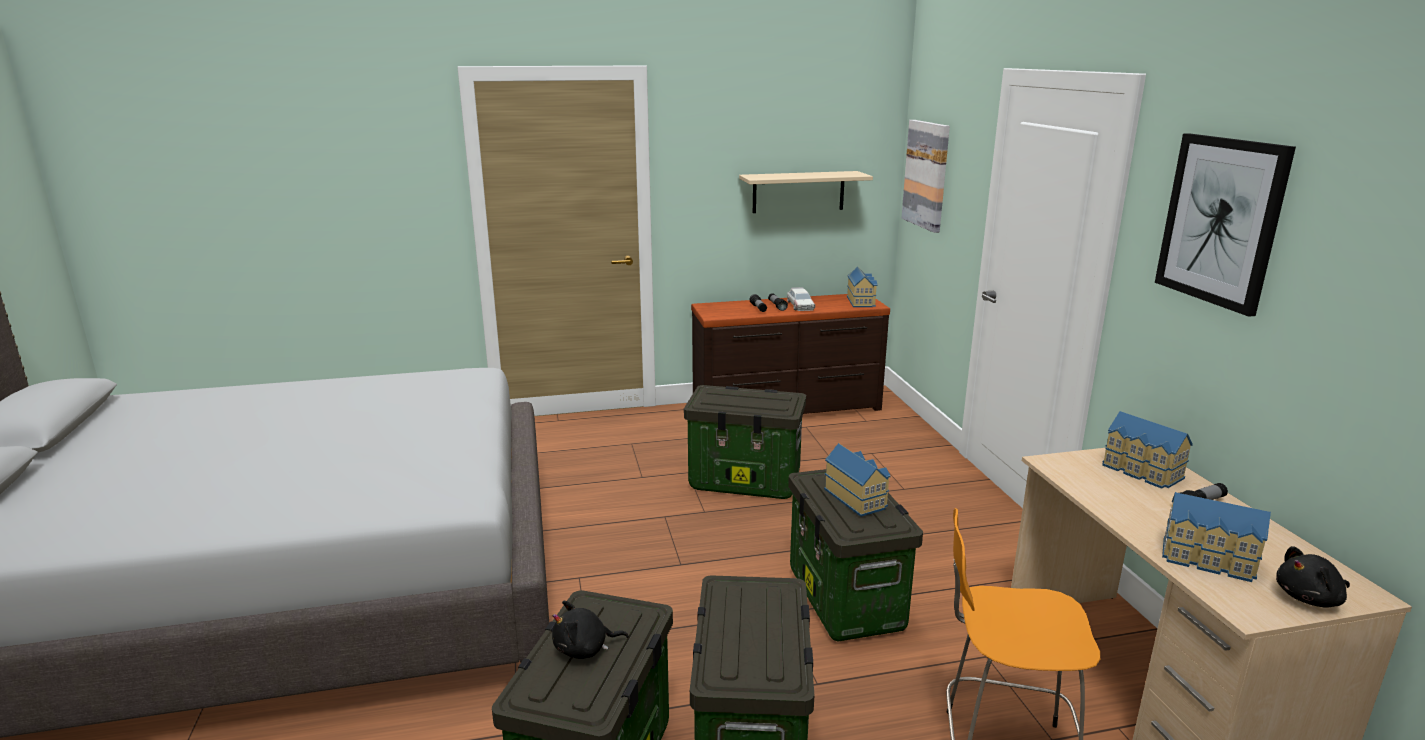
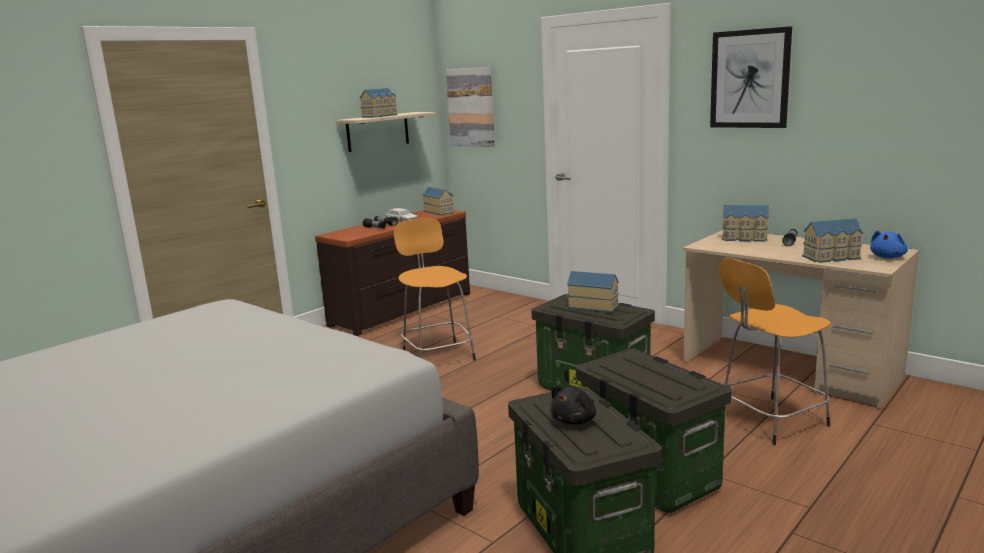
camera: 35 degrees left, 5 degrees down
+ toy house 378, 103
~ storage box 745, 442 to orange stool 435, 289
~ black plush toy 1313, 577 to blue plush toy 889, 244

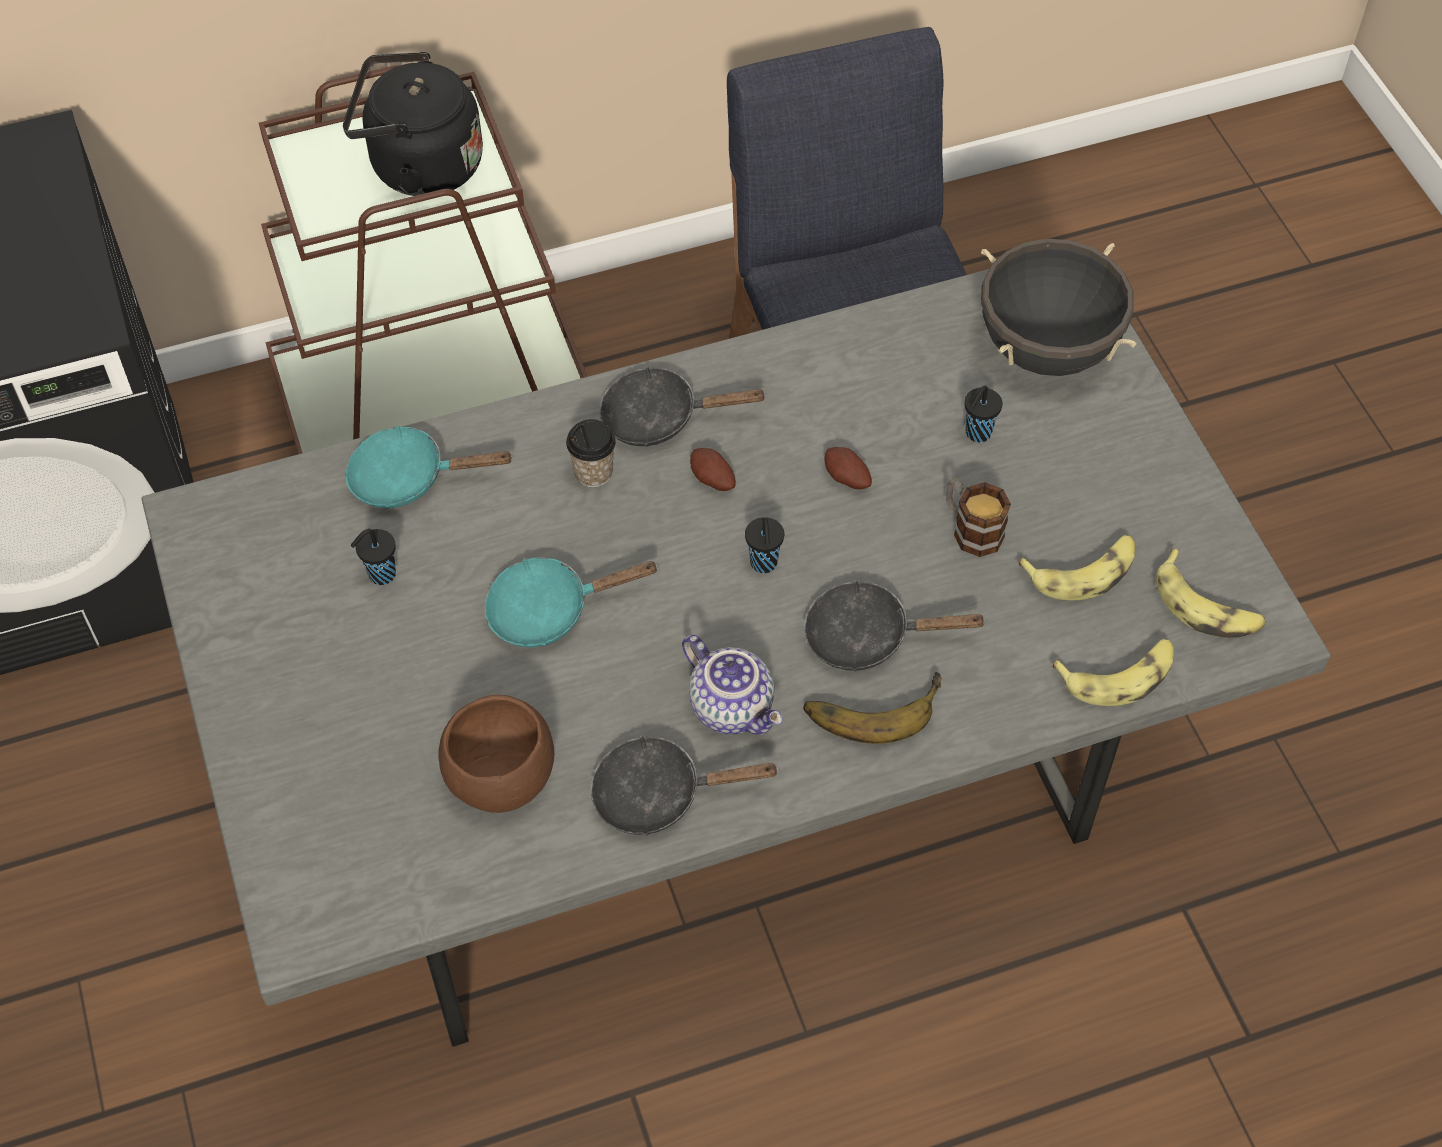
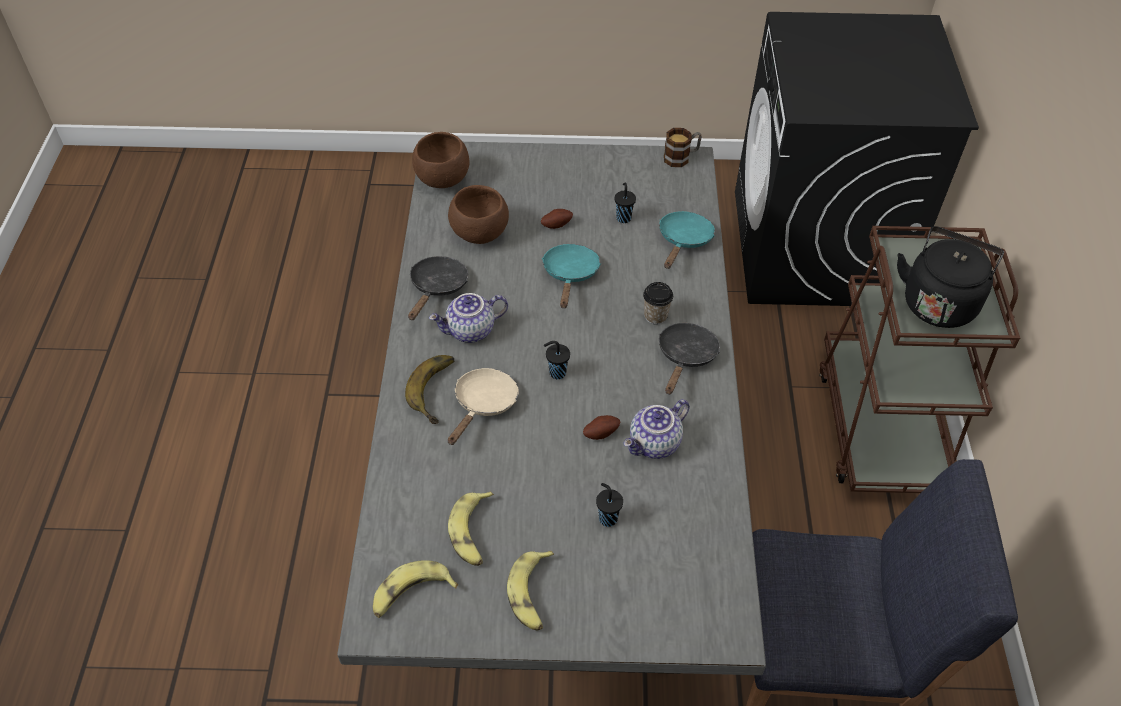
camera: 110 degrees right, 5 degrees down
+ brown bowl 441, 160
~ black frying pan 895, 625 to beige frying pan 483, 406
~ banana 1113, 672 to 530, 590
~ potato 713, 469 to 557, 219
+ teapot 656, 429
~ mug 978, 517 to 683, 147
- black cooking pot 1059, 307

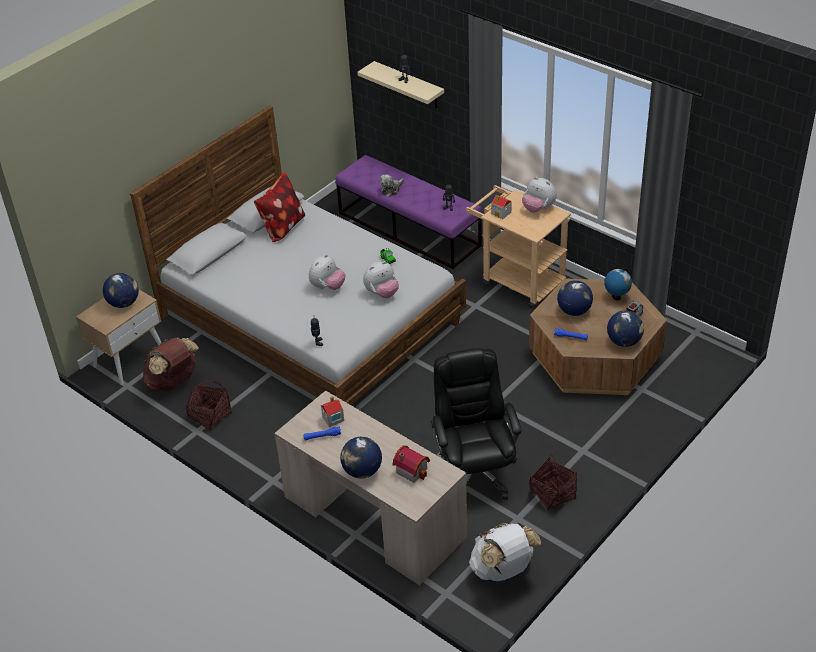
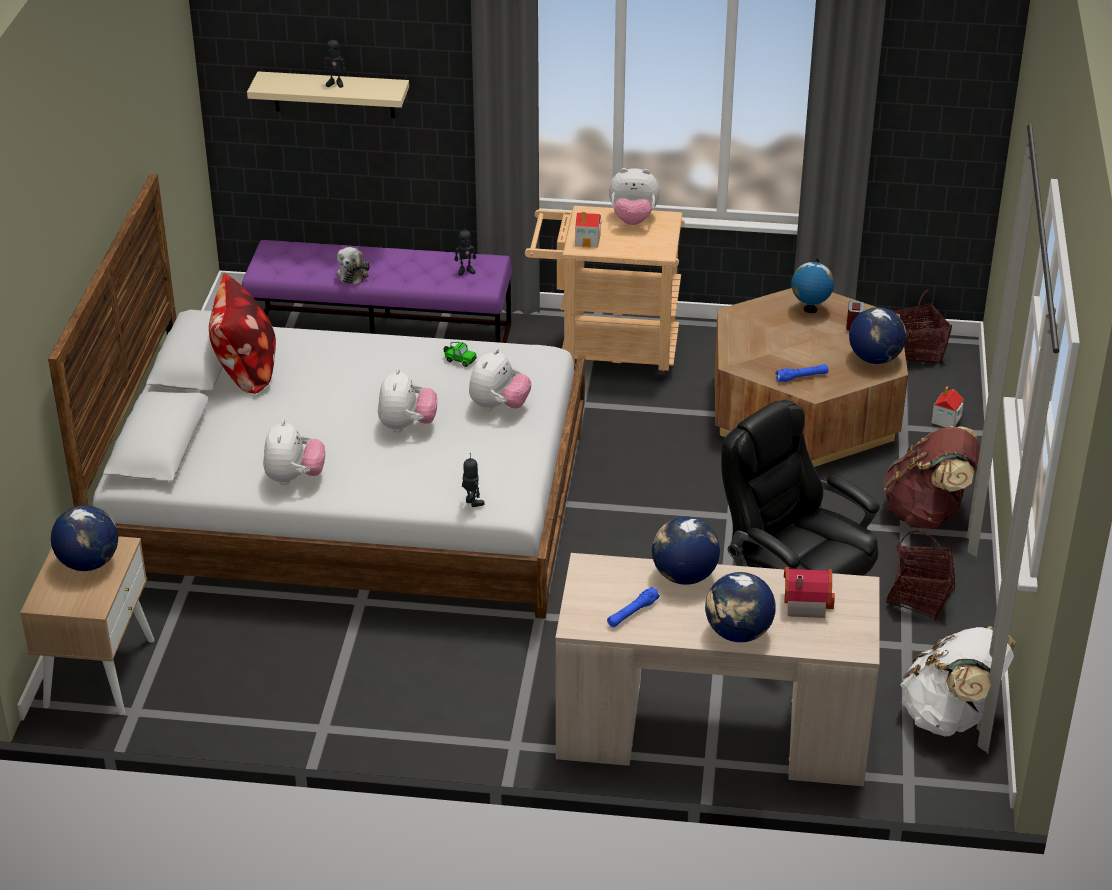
camera: 35 degrees left, 5 degrees down
+ plush toy 294, 452
~ globe 575, 298 to 686, 551
~ brown backpack 170, 364 to 932, 477
~ basket 209, 406 to 921, 327
~ toy house 332, 411 to 947, 407

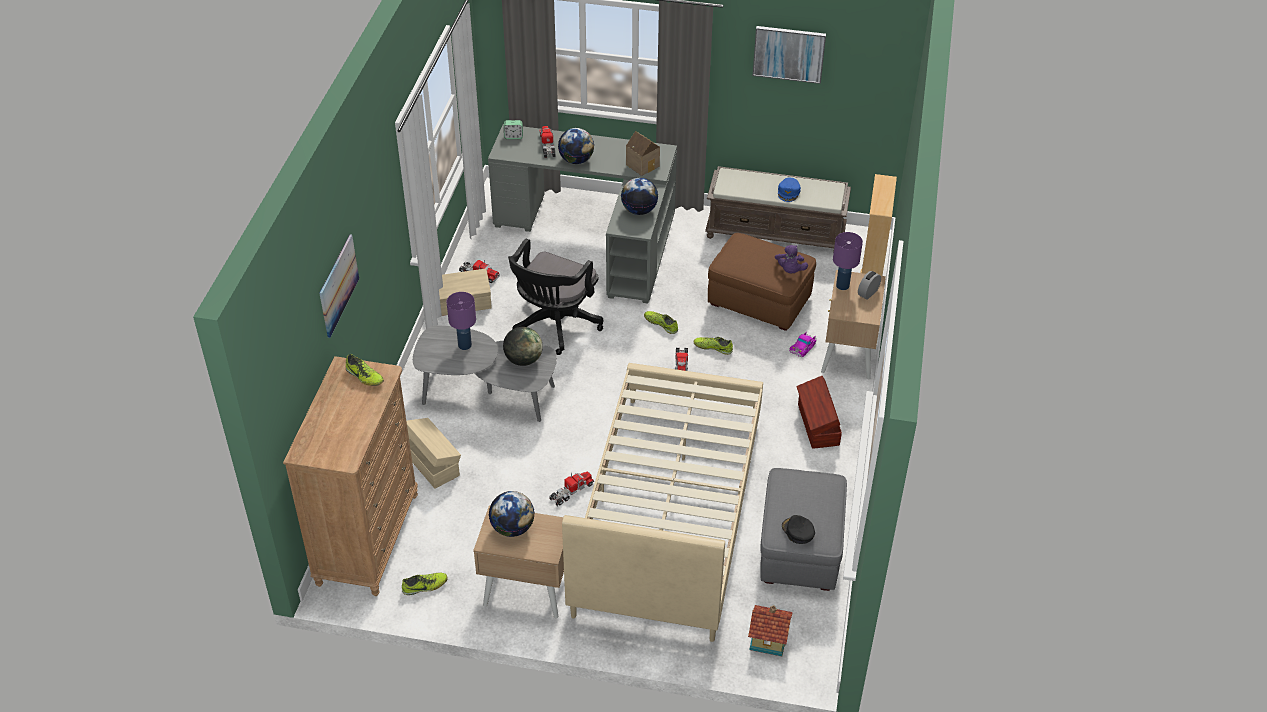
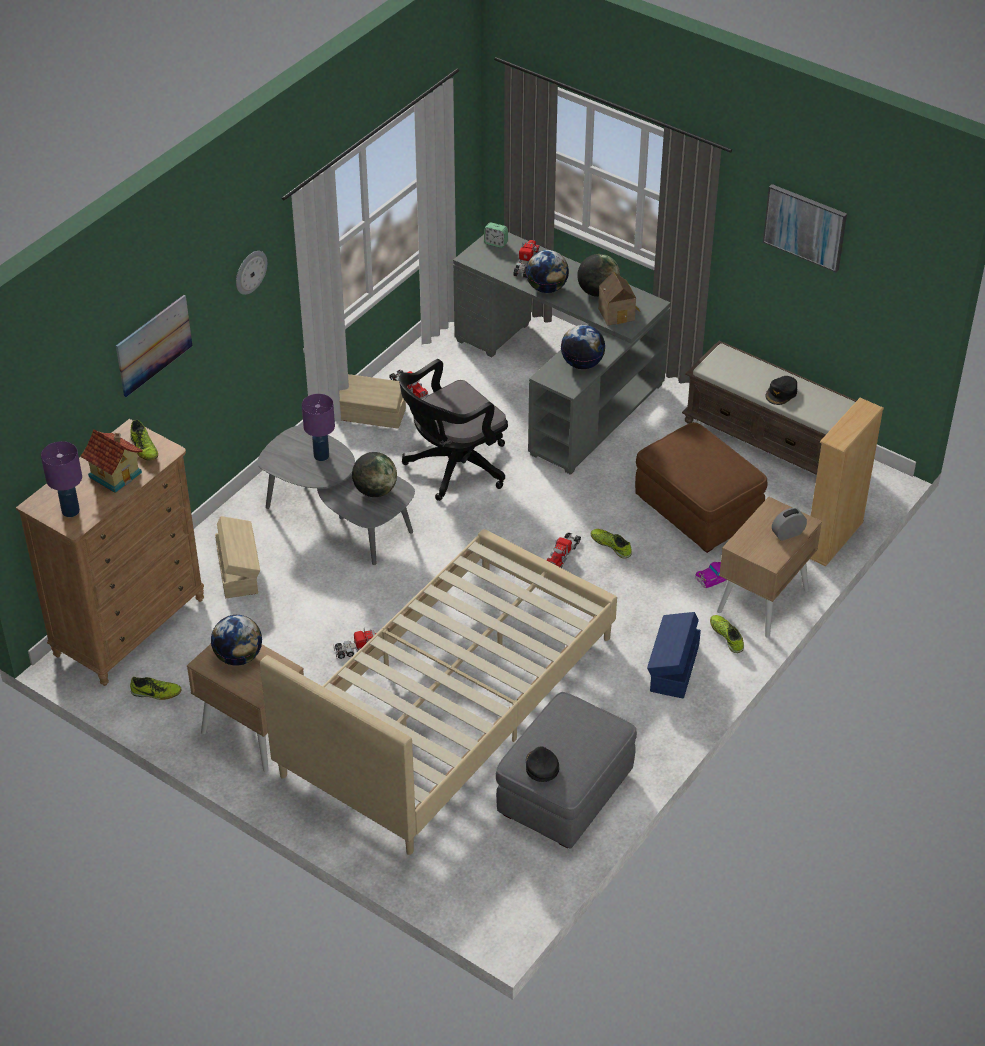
camera: 25 degrees right, 0 degrees up
~ purple table lamp 848, 261 to 61, 479
~ toy house 770, 630 to 111, 461
+ wall clock 251, 273
+ globe 598, 275
~ brown storage box 819, 412 to blue storage box 674, 655
~ shoe 661, 322 to 727, 634
~ blue cap 789, 190 to black cap 781, 390
- purple plush toy 791, 259

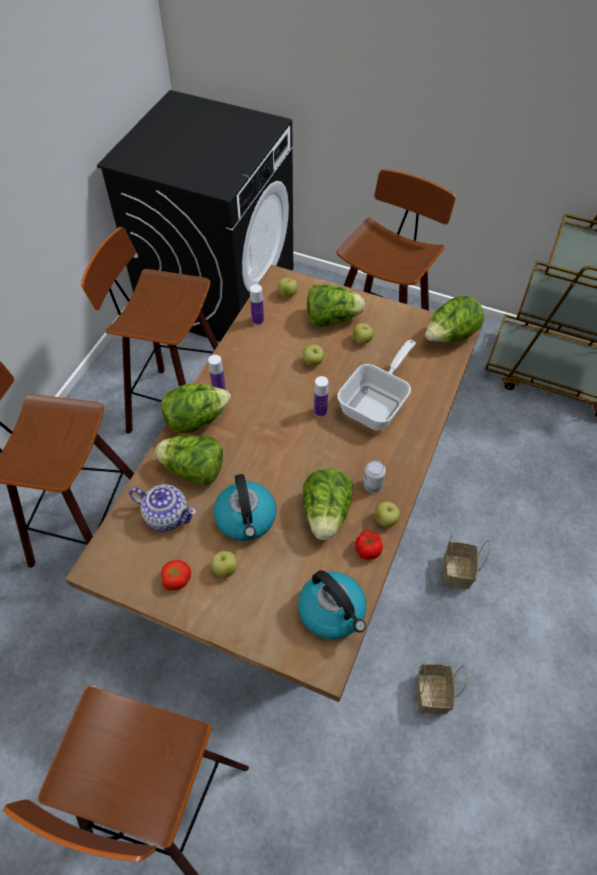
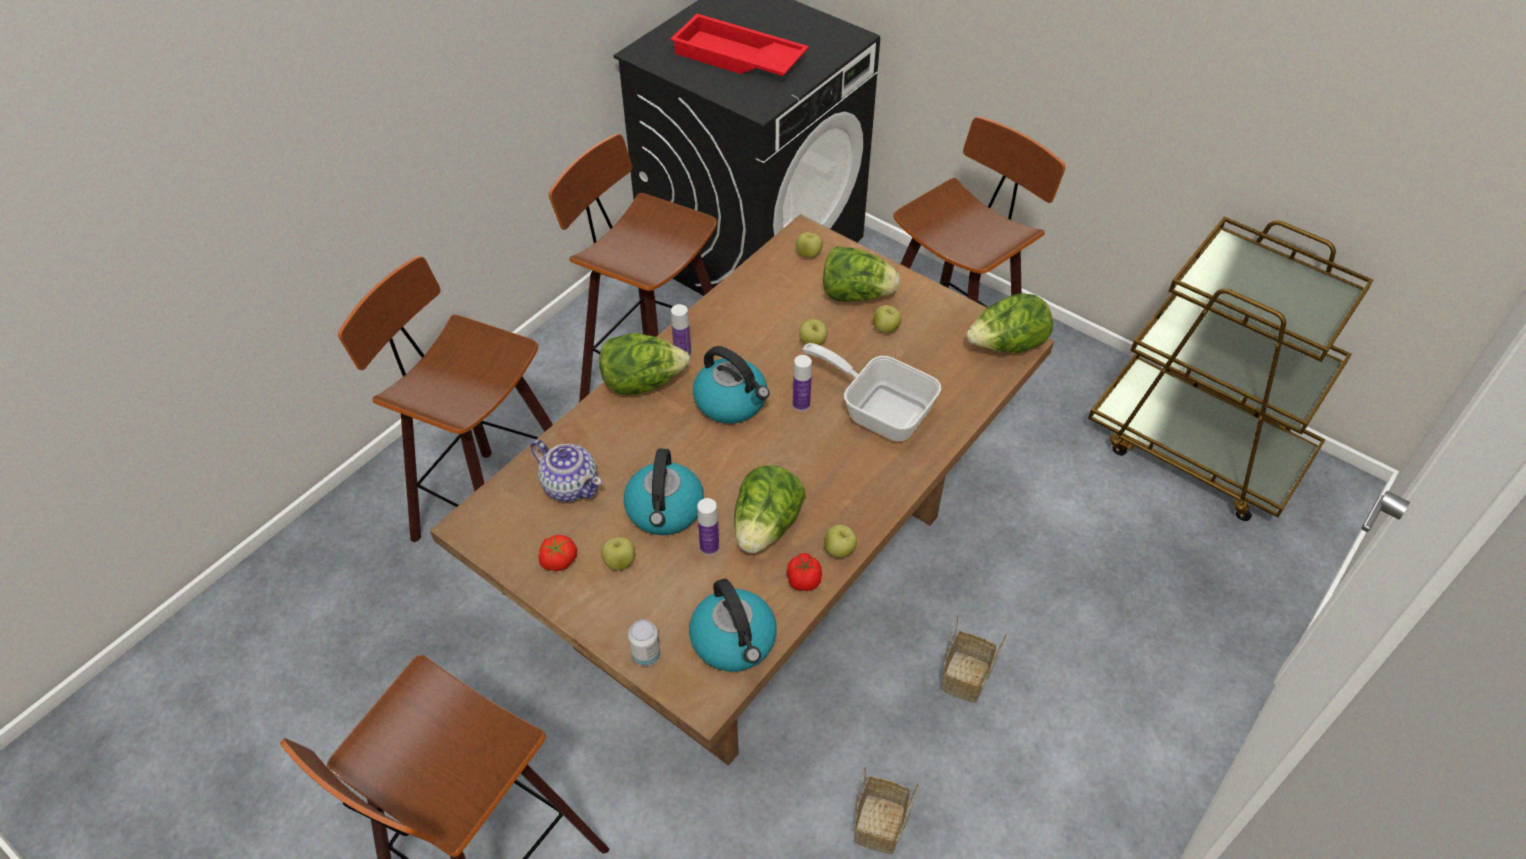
camera: 15 degrees right, 5 degrees down
~ can 374, 476 to 644, 642
+ red tray 739, 45
+ kettle 731, 385
~ bottle 257, 304 to 708, 526
~ frying pan 376, 385 = 872, 392 105 degrees counterclockwise
- lettuce 189, 460

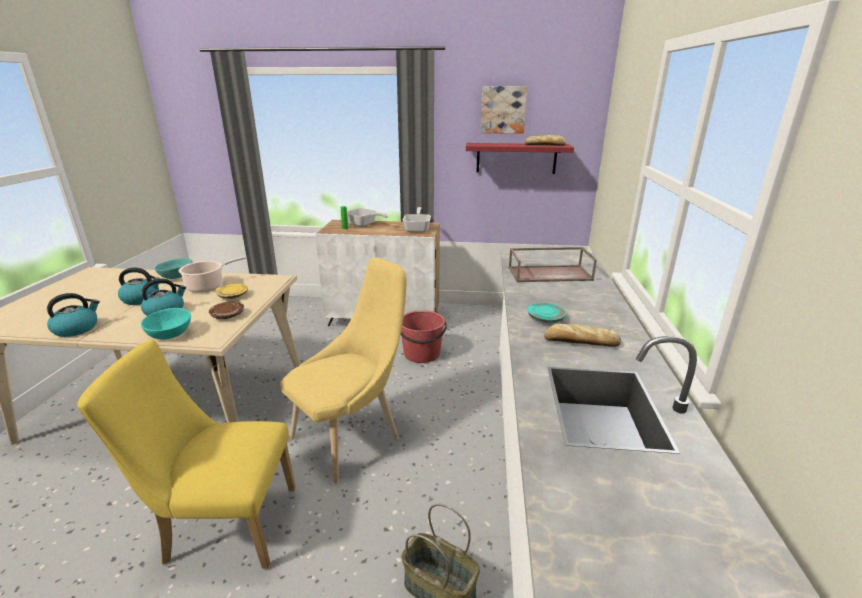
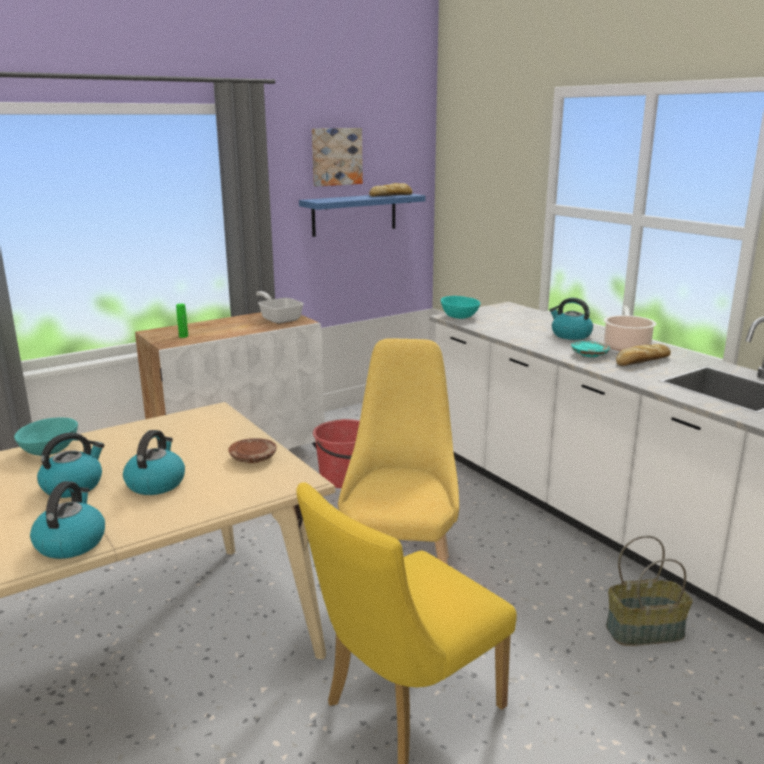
camera: 40 degrees left, 5 degrees down
~ red shelf 520, 158 to blue shelf 362, 215
~ turquoise bowl 166, 324 to 460, 307
+ kettle 571, 319
~ cooking pot 212, 274 to 630, 328
- yellow plate 232, 291
- frying pan 367, 217
- brown tray 552, 264

